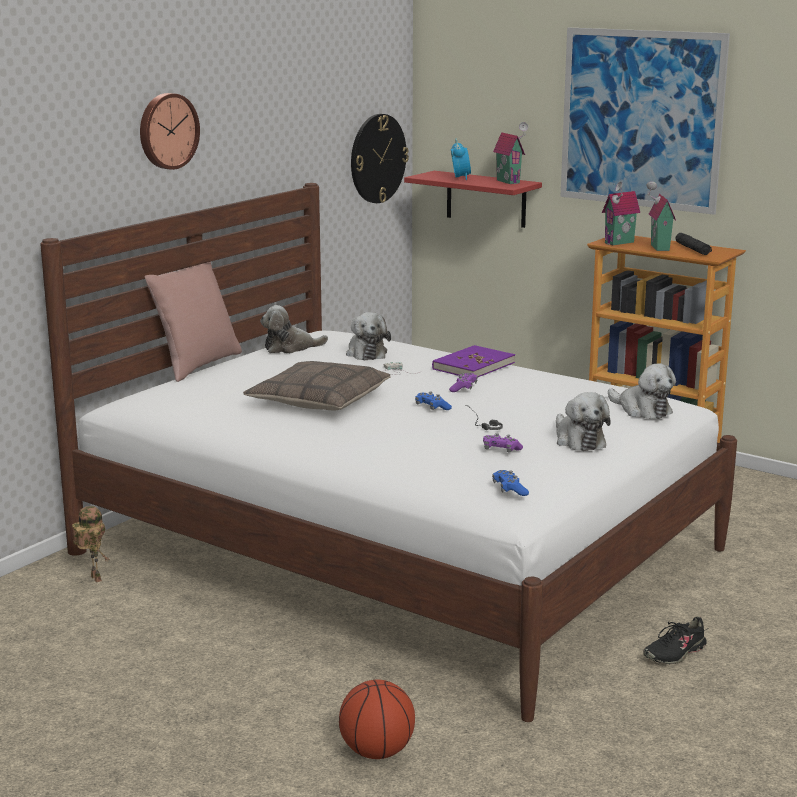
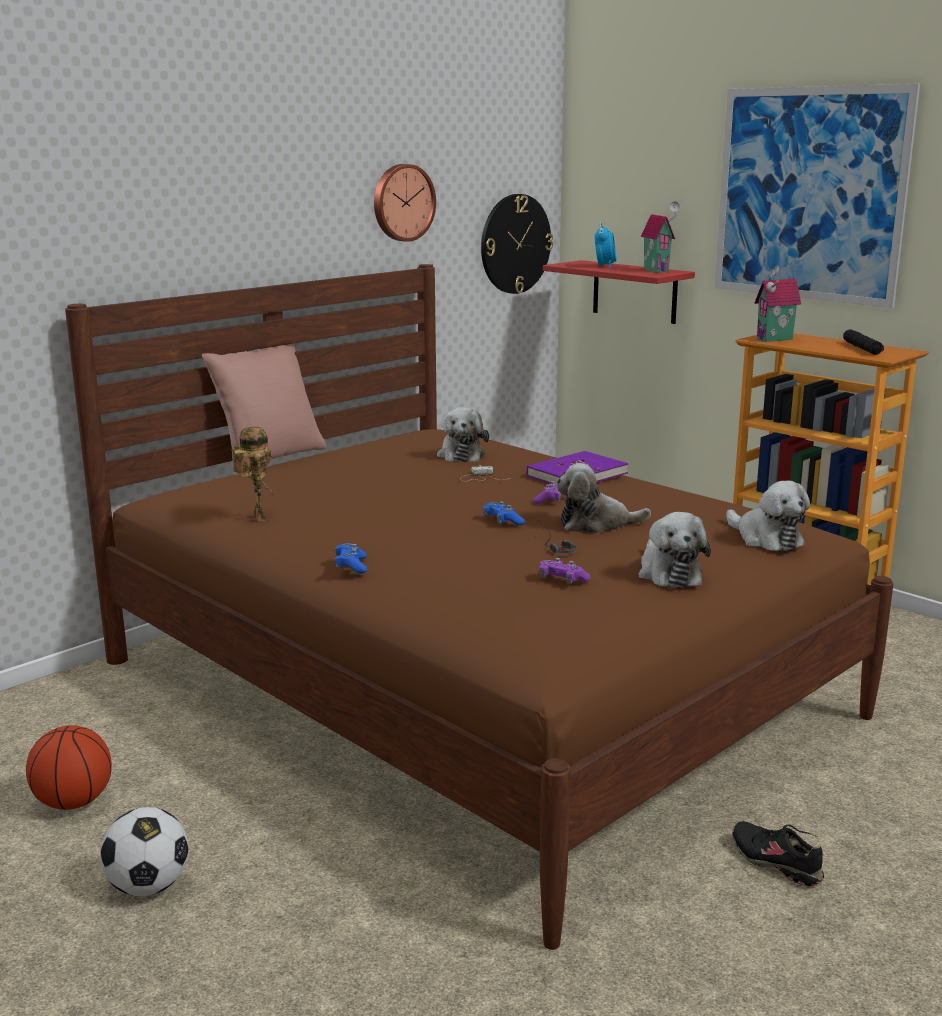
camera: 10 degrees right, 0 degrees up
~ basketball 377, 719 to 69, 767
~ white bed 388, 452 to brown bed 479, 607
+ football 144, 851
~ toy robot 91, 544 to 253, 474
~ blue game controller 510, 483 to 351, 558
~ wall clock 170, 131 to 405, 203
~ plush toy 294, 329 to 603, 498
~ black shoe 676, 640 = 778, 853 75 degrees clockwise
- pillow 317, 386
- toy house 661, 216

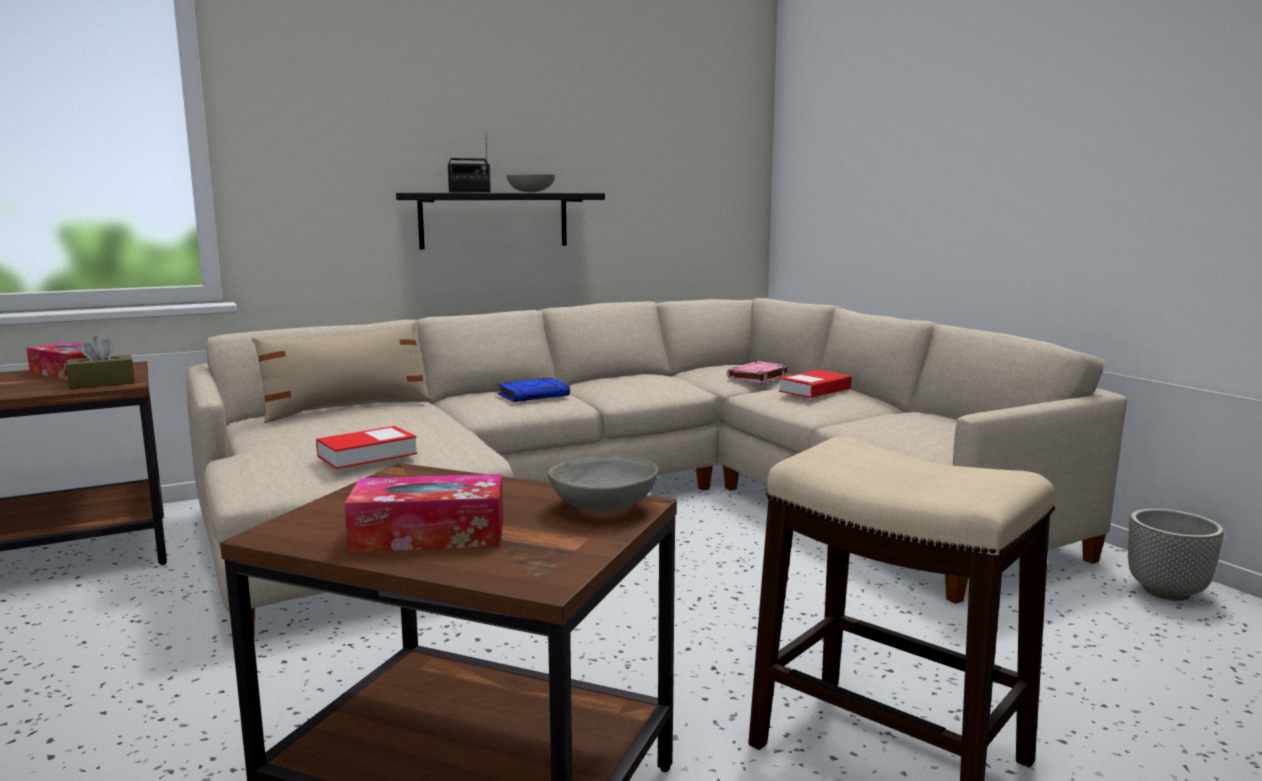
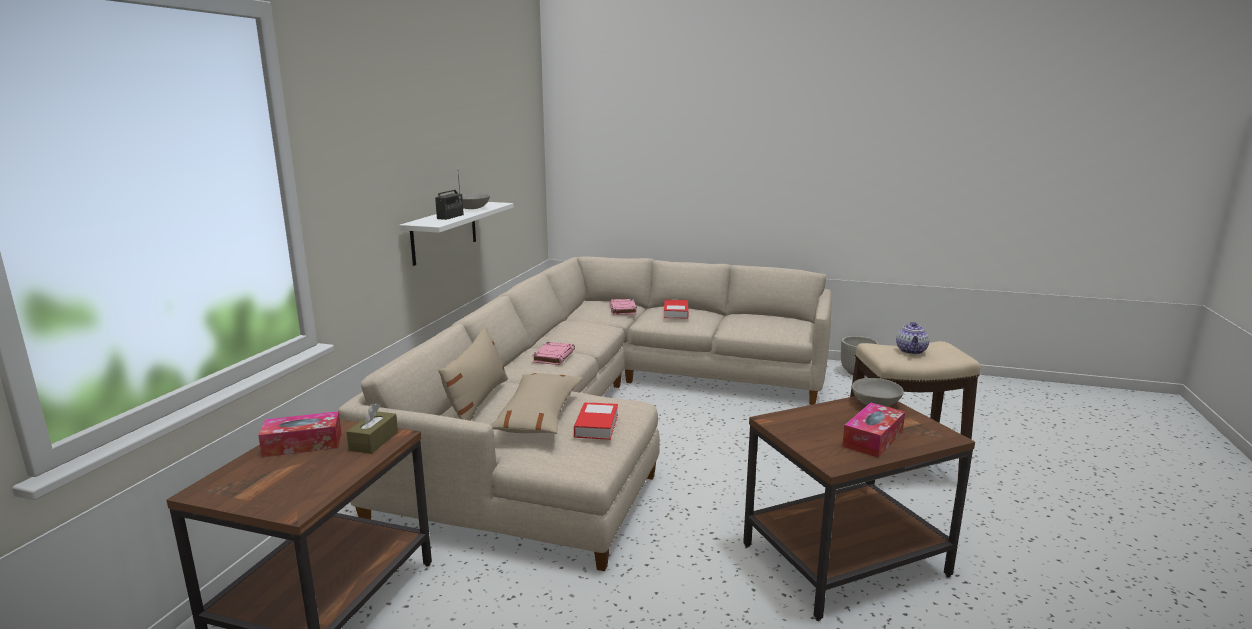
camera: 45 degrees left, 5 degrees up
~ black shelf 500, 221 to white shelf 456, 234
+ beige pillow 536, 403
~ blue book 533, 390 to pink book 553, 353
+ teapot 913, 338

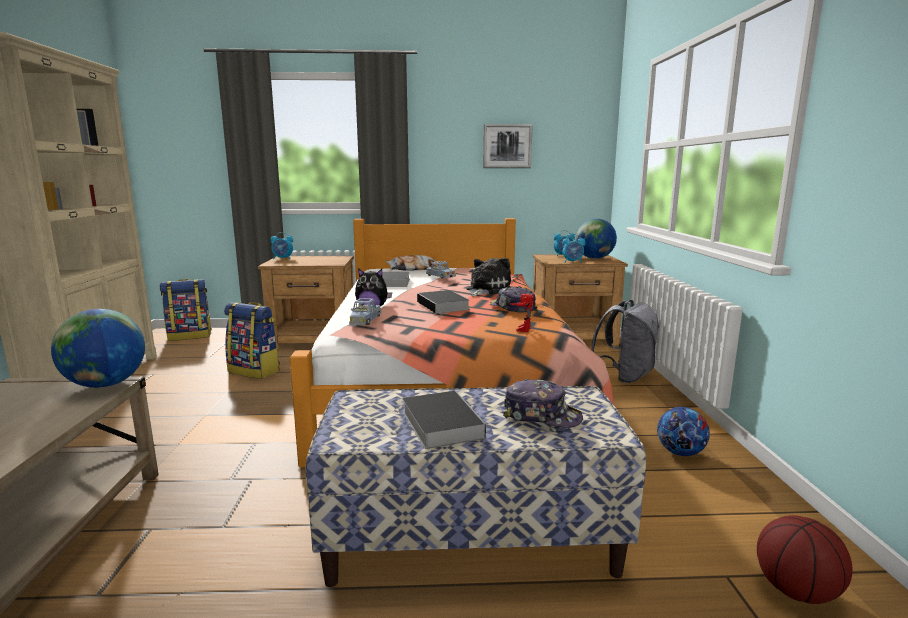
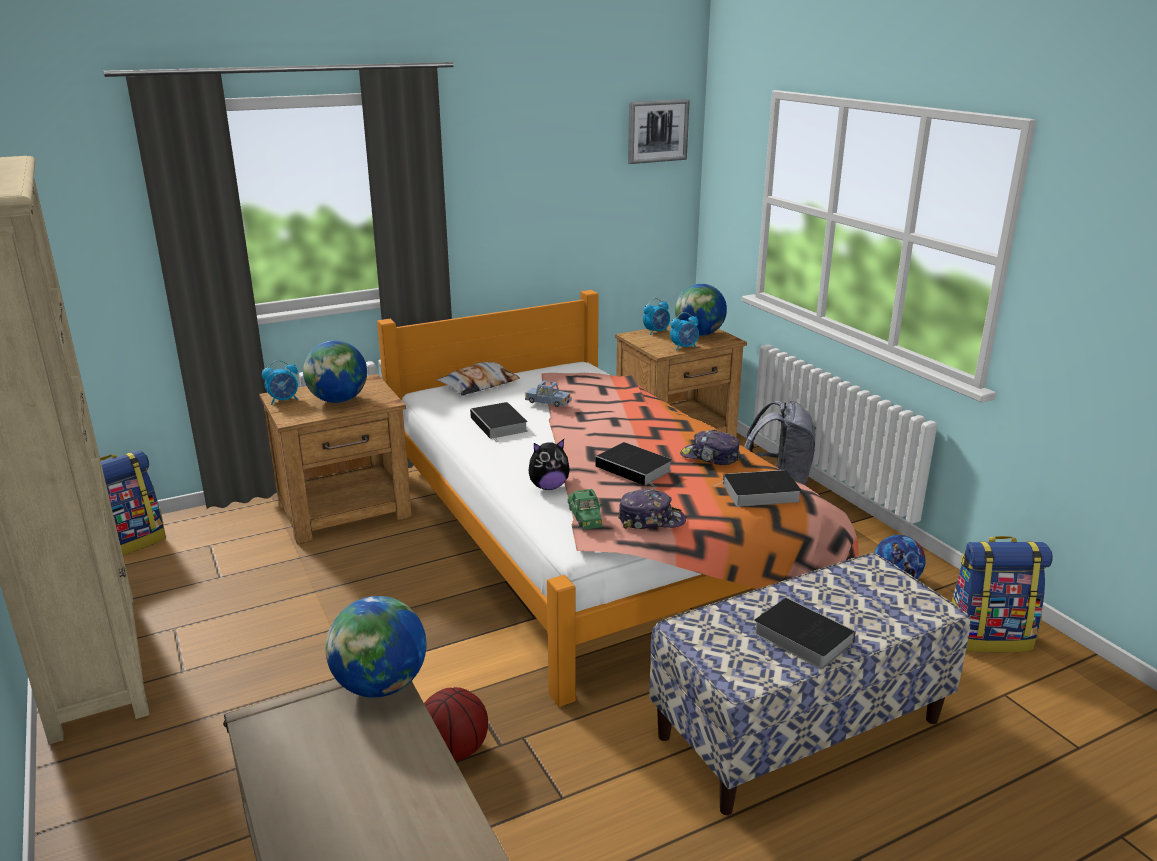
camera: 25 degrees left, 10 degrees up
+ globe 335, 371
~ basketball 805, 559 to 456, 724
~ blue toy car 365, 311 to green toy car 585, 509
~ cap 543, 403 to 652, 509
~ picture 508, 146 to 659, 131
~ toy robot 522, 312 to book 757, 488
~ backpack 252, 340 to 1002, 594
- plush toy 488, 277

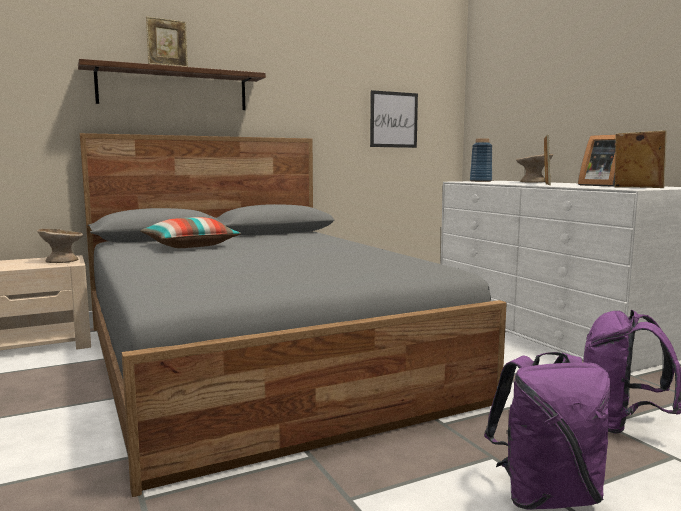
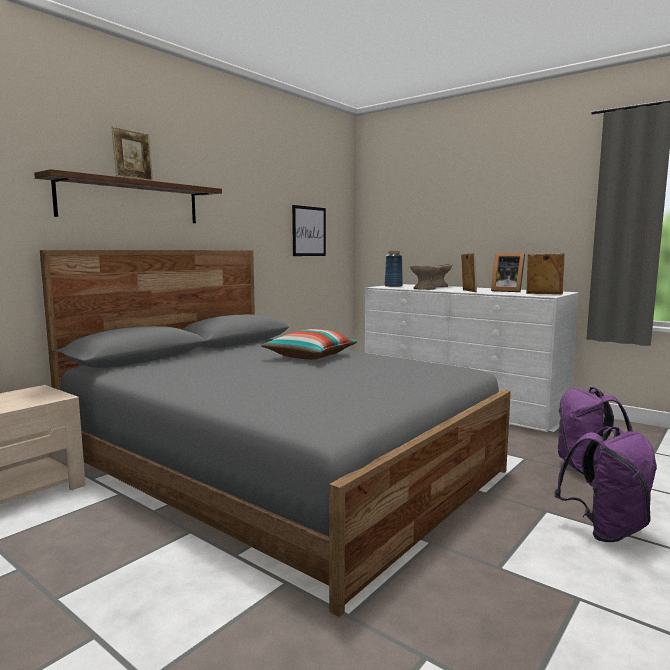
camera: 25 degrees left, 0 degrees up
~ pillow 190, 232 to 309, 344
~ beige bowl 60, 246 to 425, 277

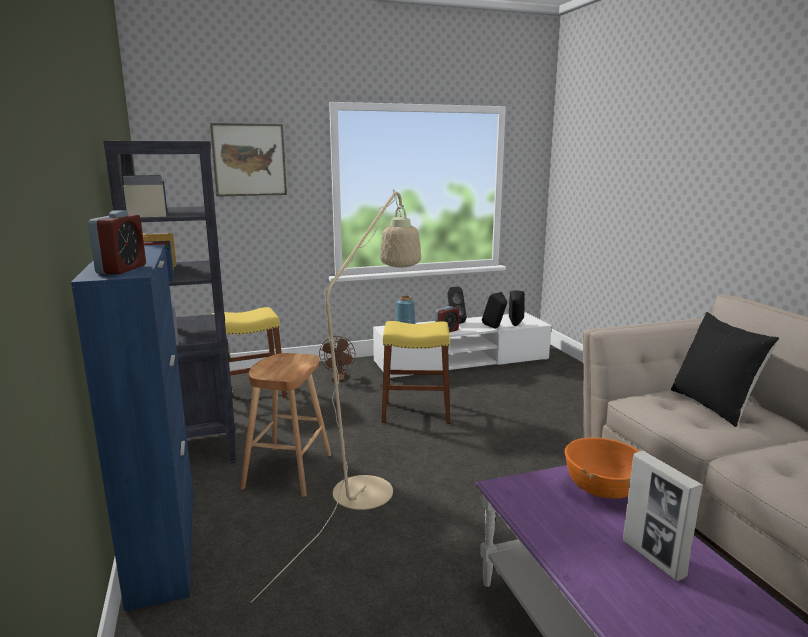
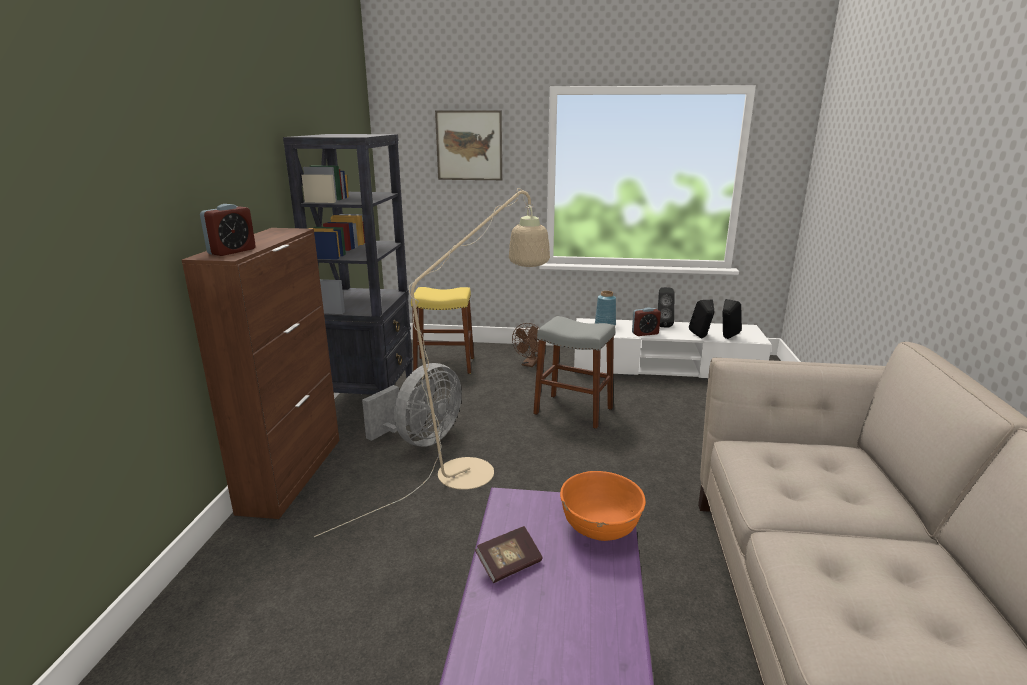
camera: 25 degrees right, 5 degrees up
~ blue cabinet 132, 427 to brown cabinet 260, 373
~ brown stool 286, 425 to grey fan 412, 405
+ book 509, 554
~ yellow stool 416, 372 to grey stool 574, 372
- picture frame 663, 516
- black pillow 725, 369

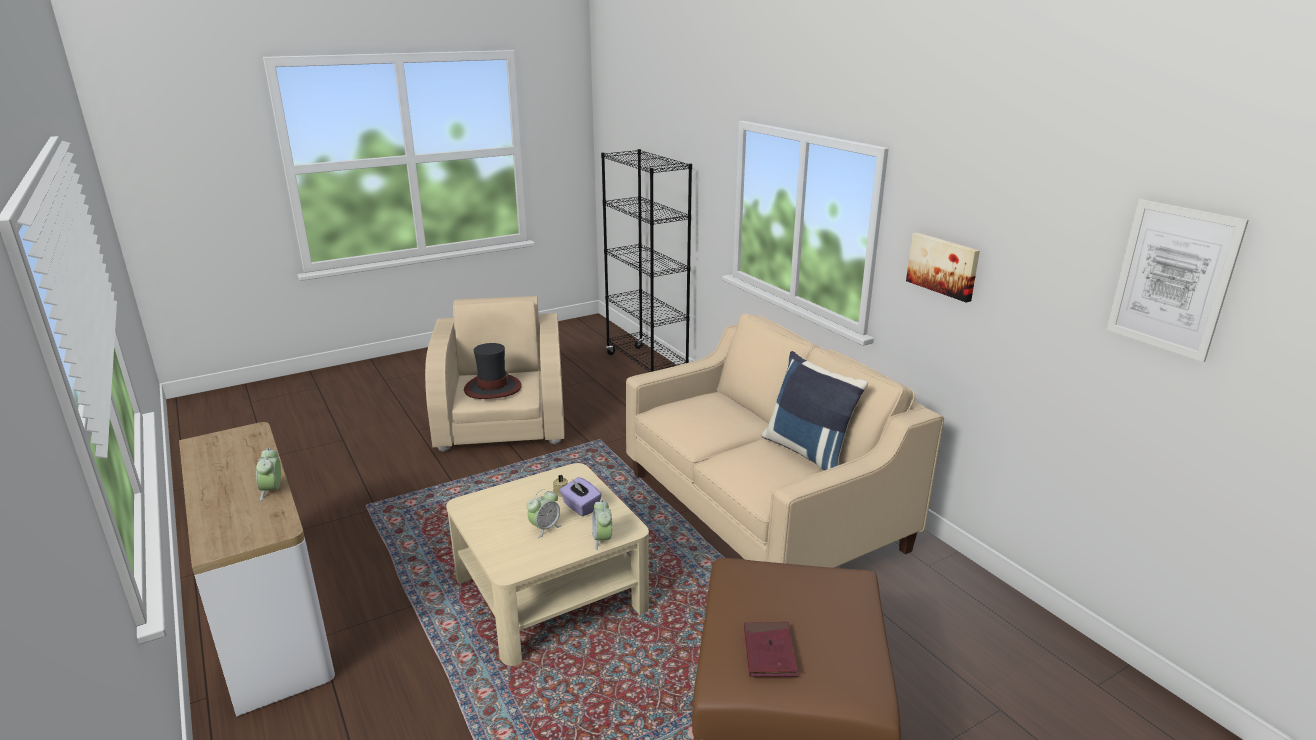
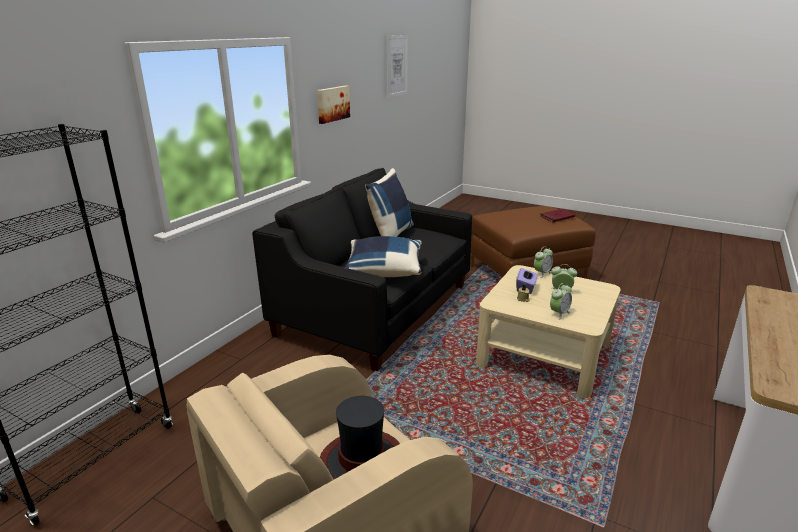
camera: 120 degrees left, 0 degrees up
~ beige sofa 785, 440 to black sofa 362, 269
+ blue pillow 383, 256
~ alarm clock 268, 474 to 561, 301

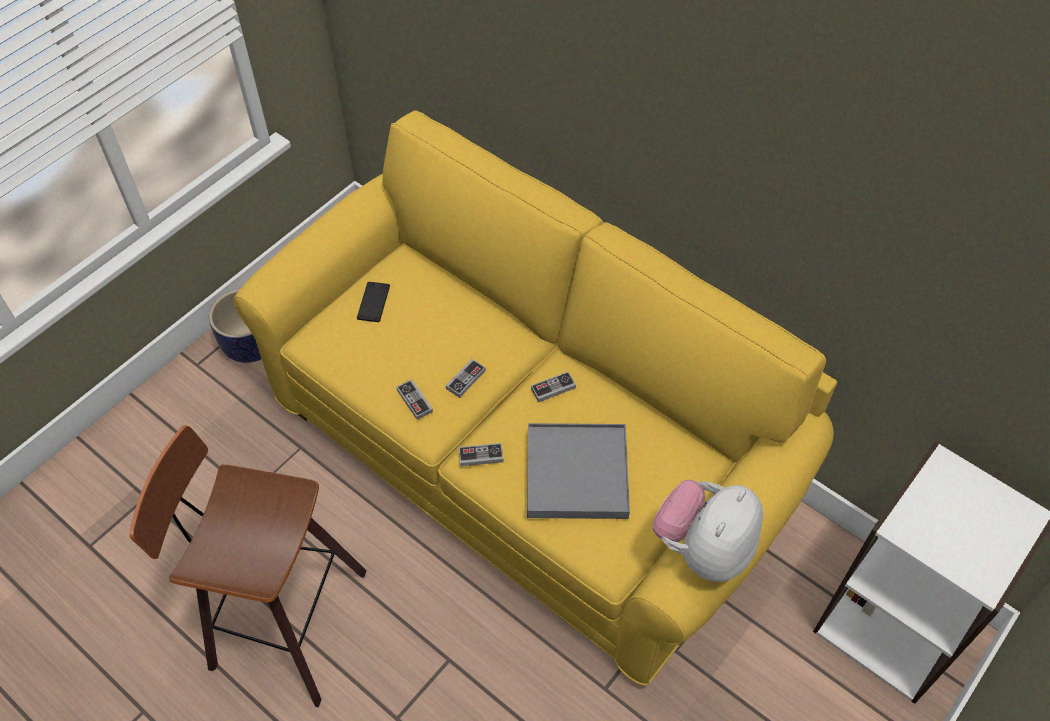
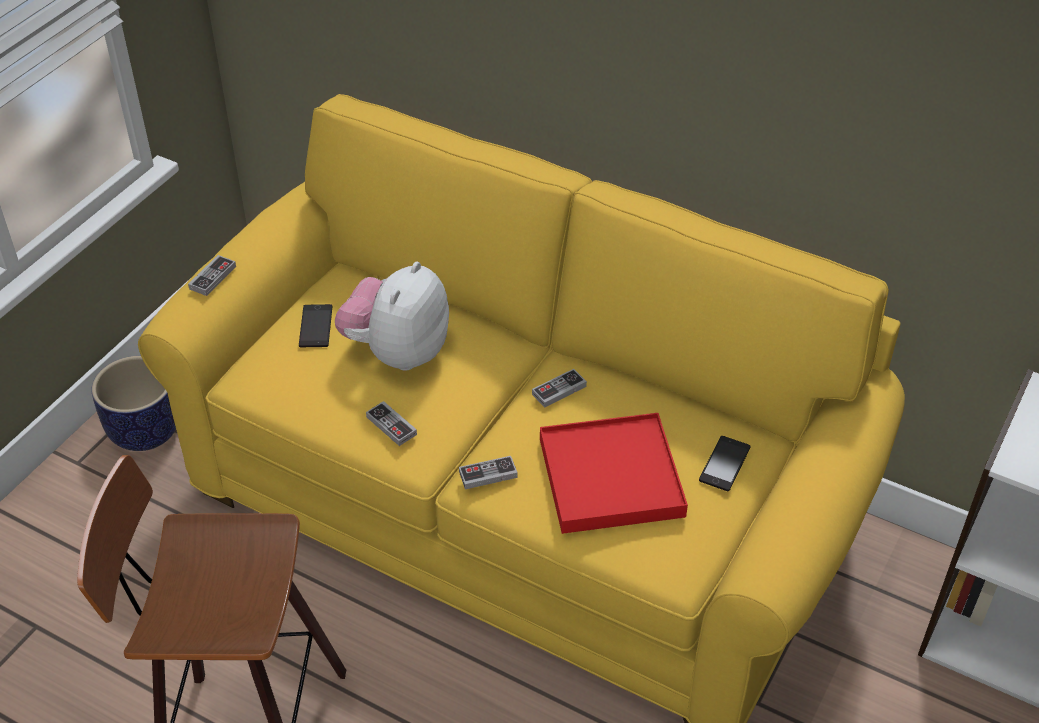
camera: 10 degrees left, 10 degrees down
~ game controller 466, 378 to 212, 275
~ plush toy 708, 531 to 392, 316
~ grey tray 578, 471 to red tray 614, 473
+ phone 725, 463

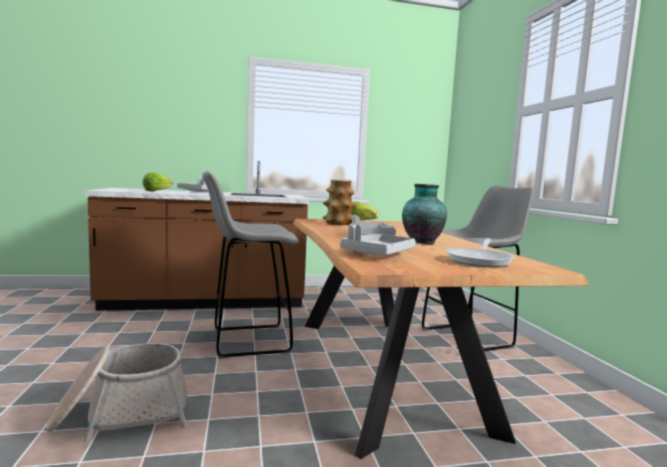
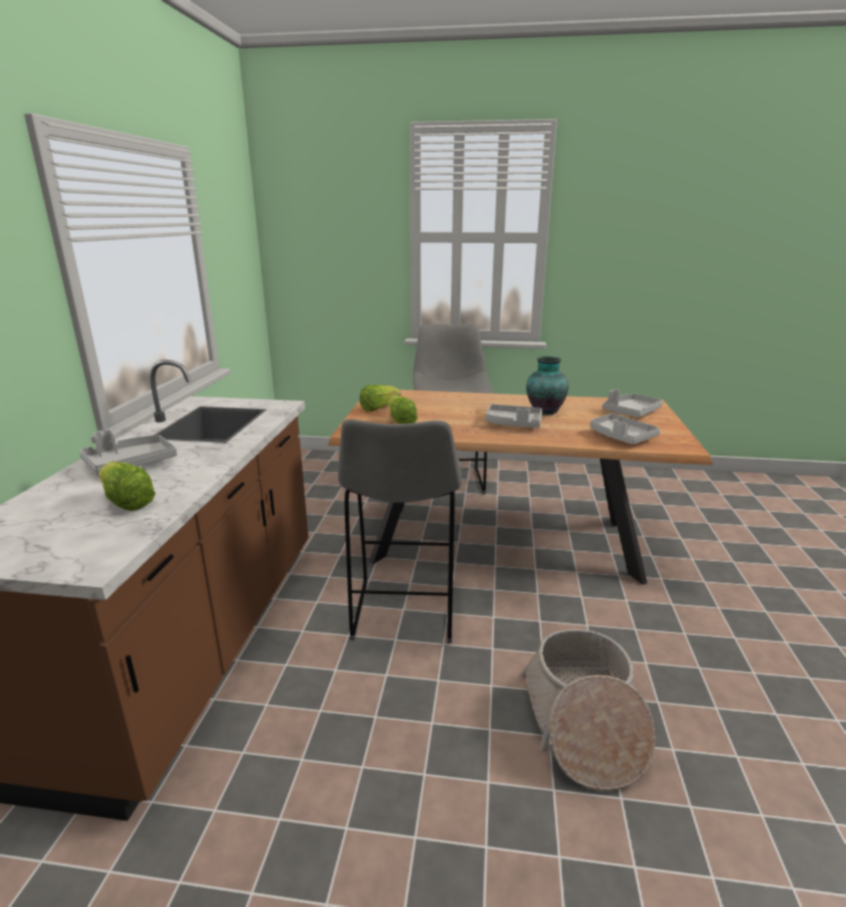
camera: 70 degrees left, 15 degrees up
~ vase 340, 202 to lettuce 403, 409
~ frying pan 480, 252 to grey tray 632, 403

